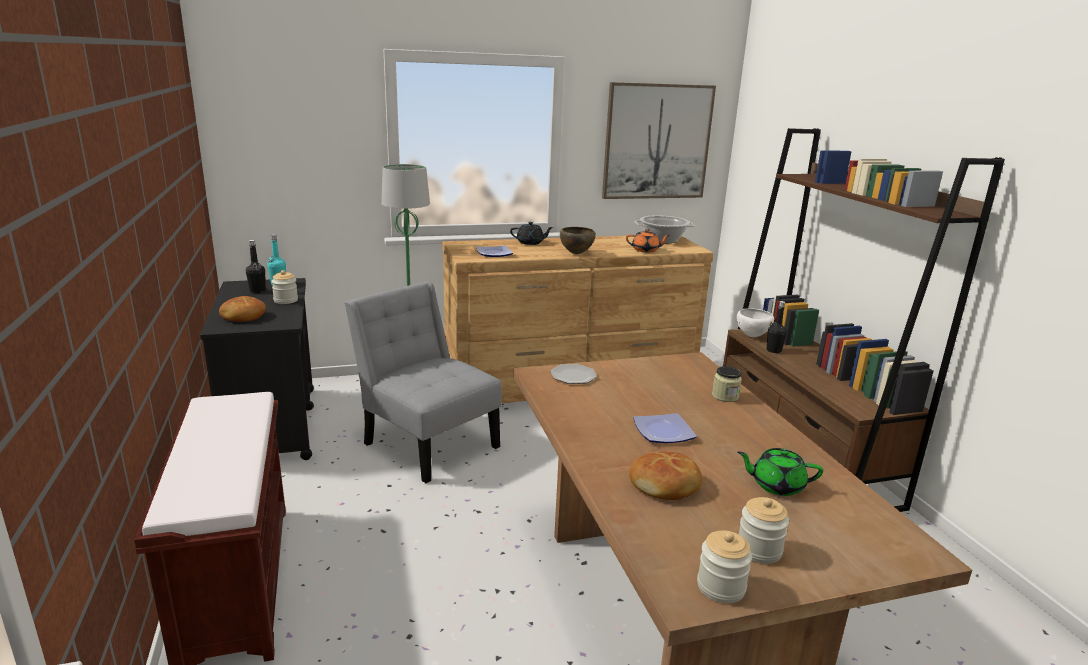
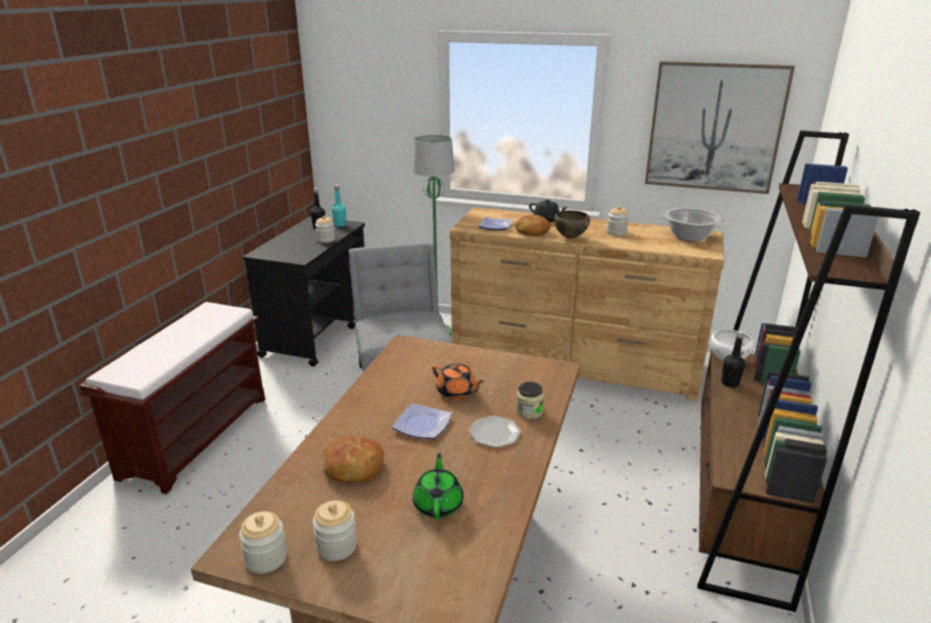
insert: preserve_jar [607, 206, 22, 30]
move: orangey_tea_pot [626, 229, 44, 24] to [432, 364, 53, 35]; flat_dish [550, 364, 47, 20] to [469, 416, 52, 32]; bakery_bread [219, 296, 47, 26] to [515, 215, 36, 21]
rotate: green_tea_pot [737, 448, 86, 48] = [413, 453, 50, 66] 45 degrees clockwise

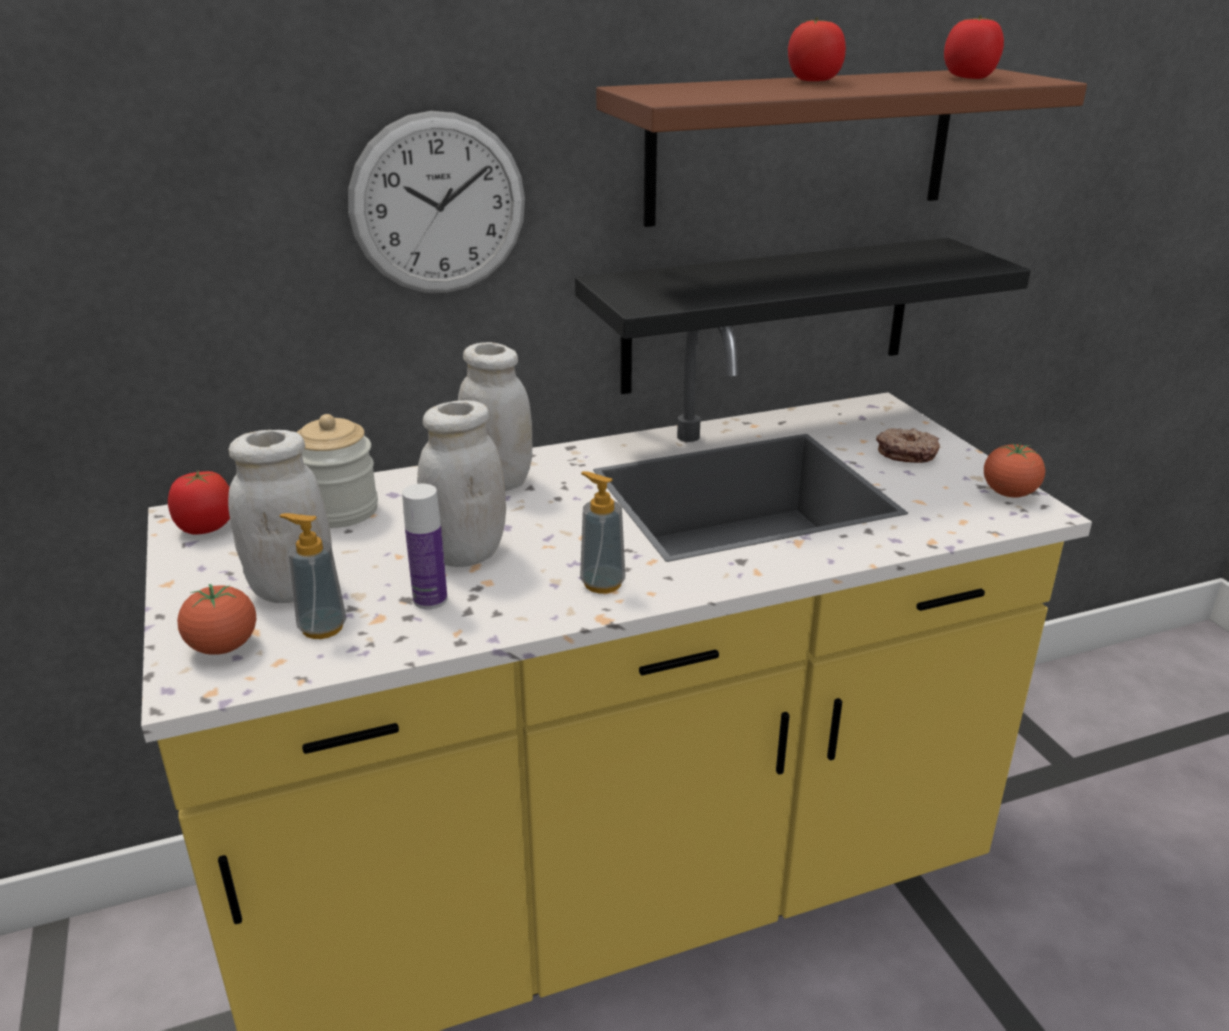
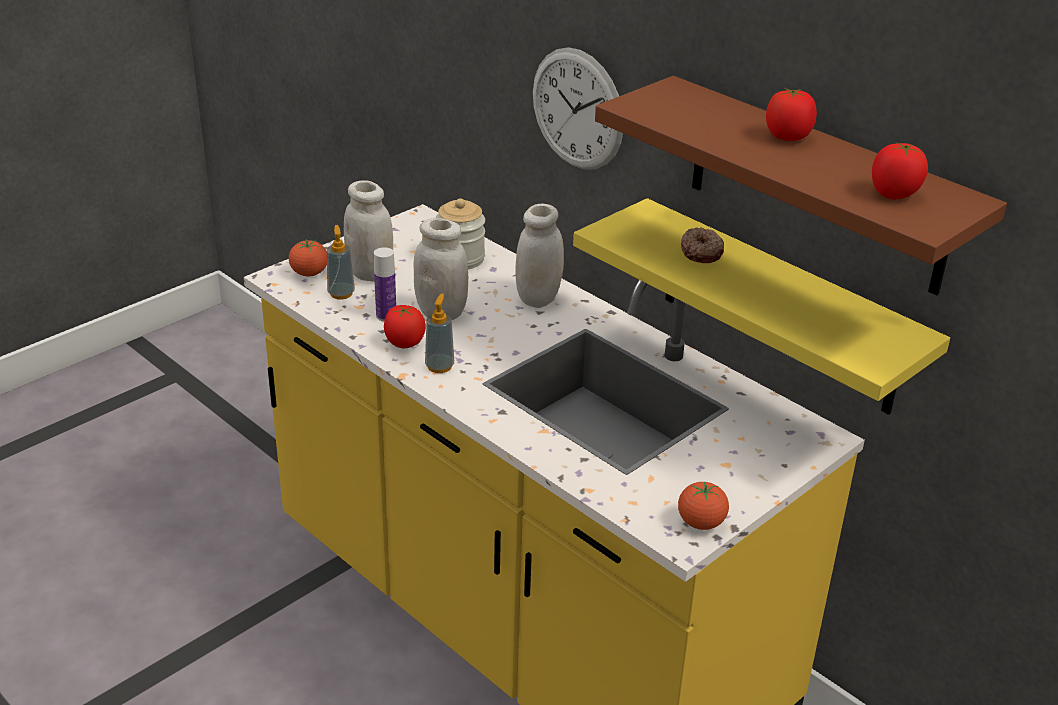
move: fresh_tomato [168, 471, 62, 64] to [384, 305, 42, 43]; donut [876, 428, 64, 35] to [681, 227, 43, 36]
recolor: black_wall_shelf [575, 238, 456, 156] to yellowish_wall_shelf [573, 198, 377, 217]

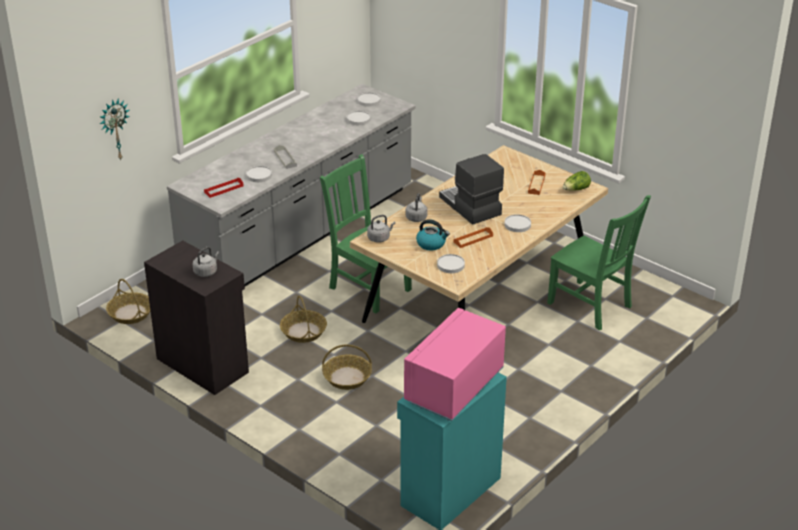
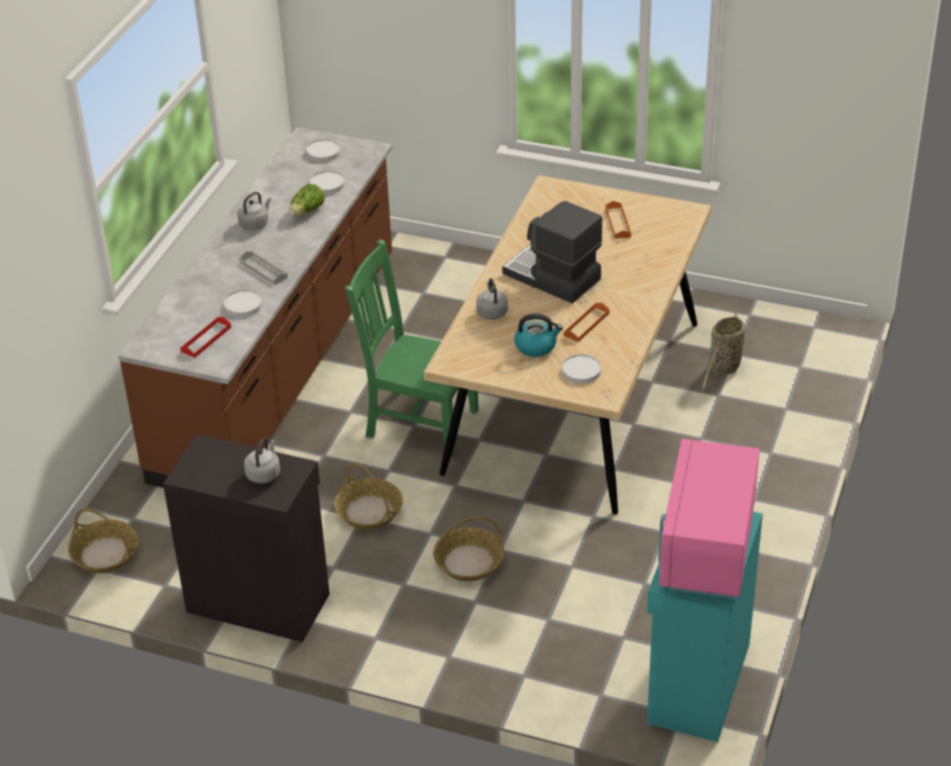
delete: wall_clock [100, 98, 29, 62]; whitish_flat_dish [504, 214, 27, 18]
move: gray_water_kettle [367, 215, 28, 28] to [238, 192, 33, 38]; lettuce [563, 171, 28, 20] to [289, 184, 36, 32]
replace: green_upright_chair [547, 195, 104, 135] to basket [702, 312, 43, 82]
recolor: gray_kitchen_counter [167, 84, 249, 202] to brownish_kitchen_counter [118, 127, 274, 361]

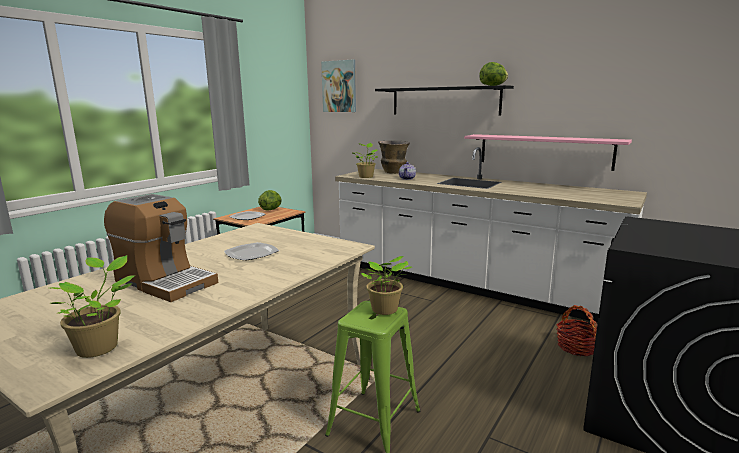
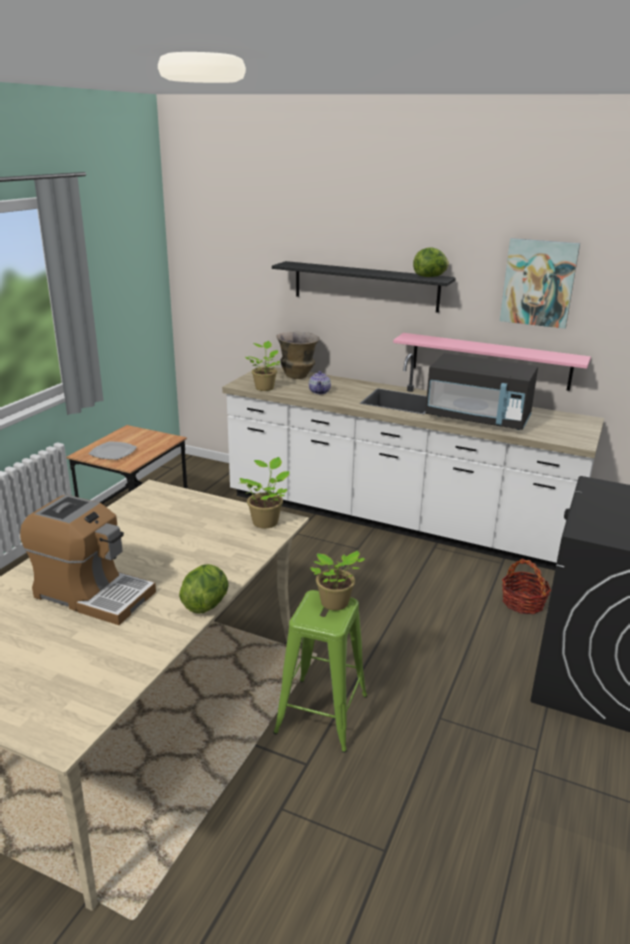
delete: flat_dish [224, 242, 55, 18]
insert: black_microwave [425, 353, 113, 77]
move: lettuce [258, 190, 24, 20] to [179, 564, 50, 50]; potted_plant [50, 255, 85, 103] to [240, 457, 50, 72]; picture [321, 59, 35, 53] to [500, 238, 80, 91]

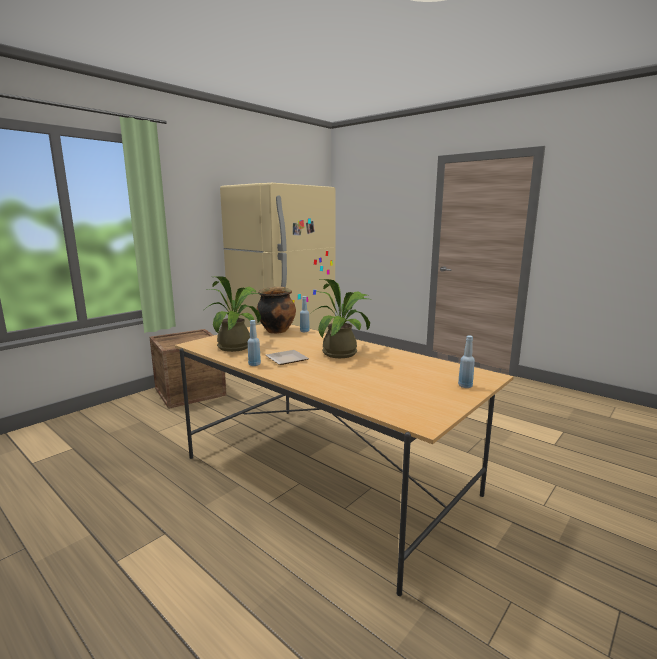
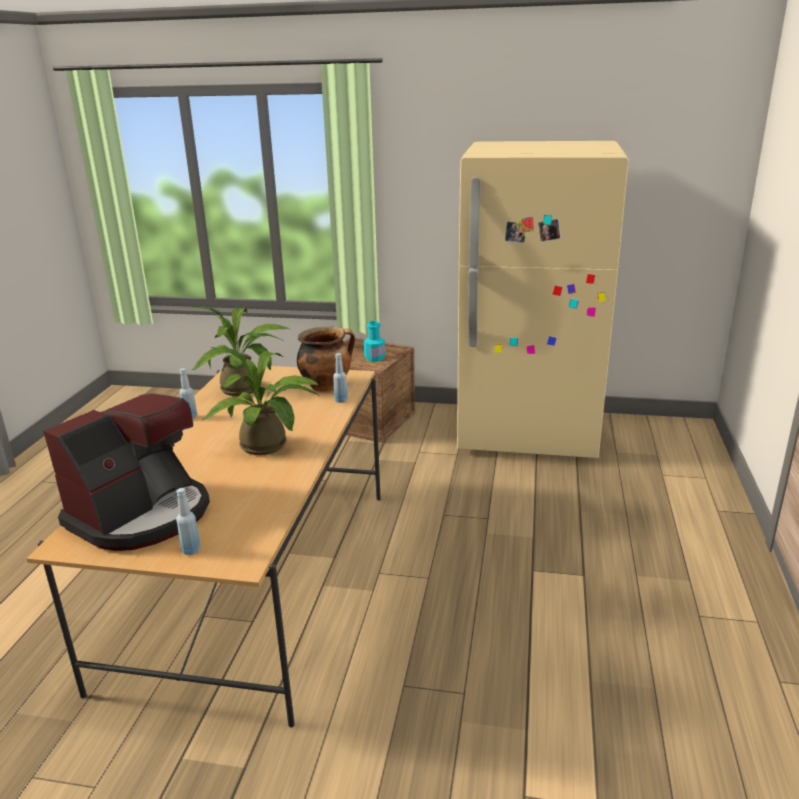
delete: flat_dish [266, 350, 43, 15]
insert: coffee_brewer [43, 393, 167, 158]; turquoise-coloured_beverage_bottle [364, 321, 21, 41]

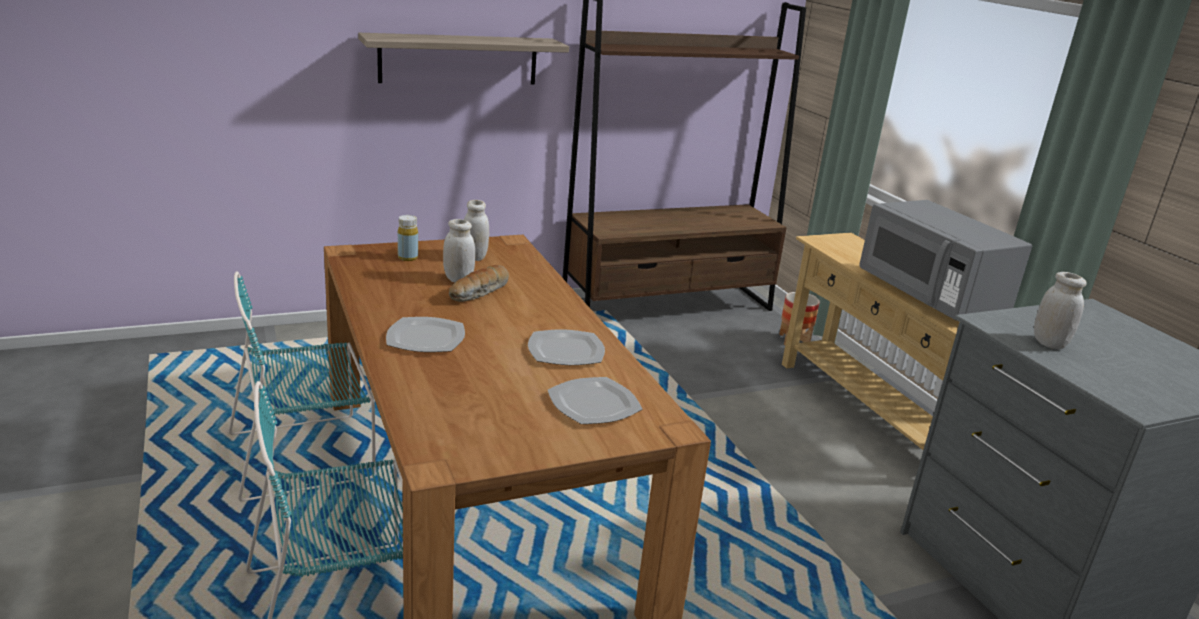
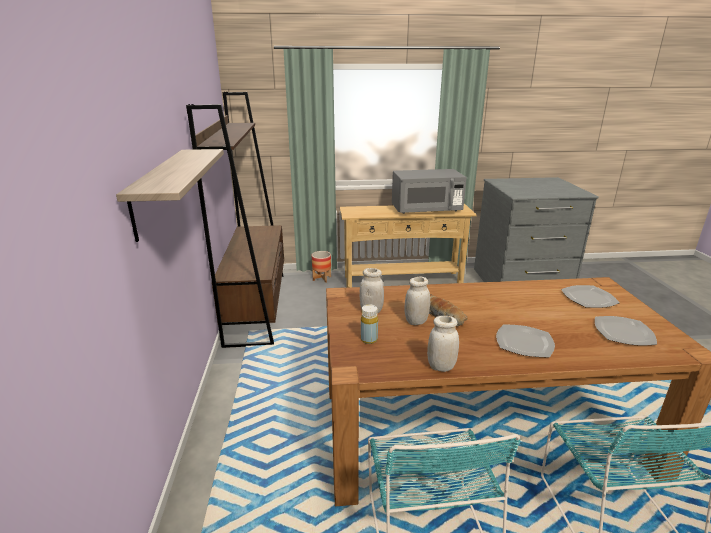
move: whitish_preserve_jar [1034, 272, 53, 77] to [427, 316, 32, 56]; flat_dish [528, 329, 77, 36] to [595, 316, 62, 30]

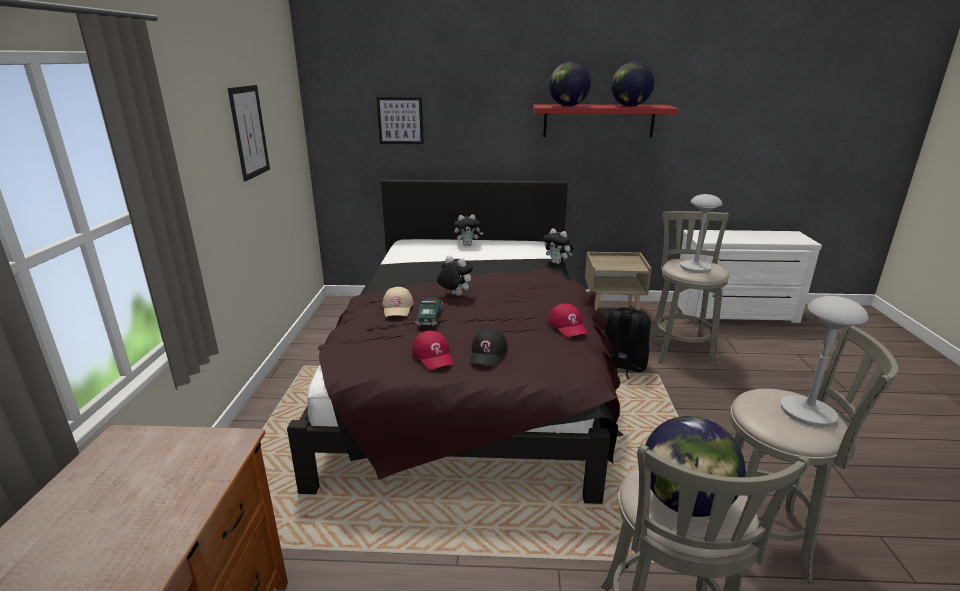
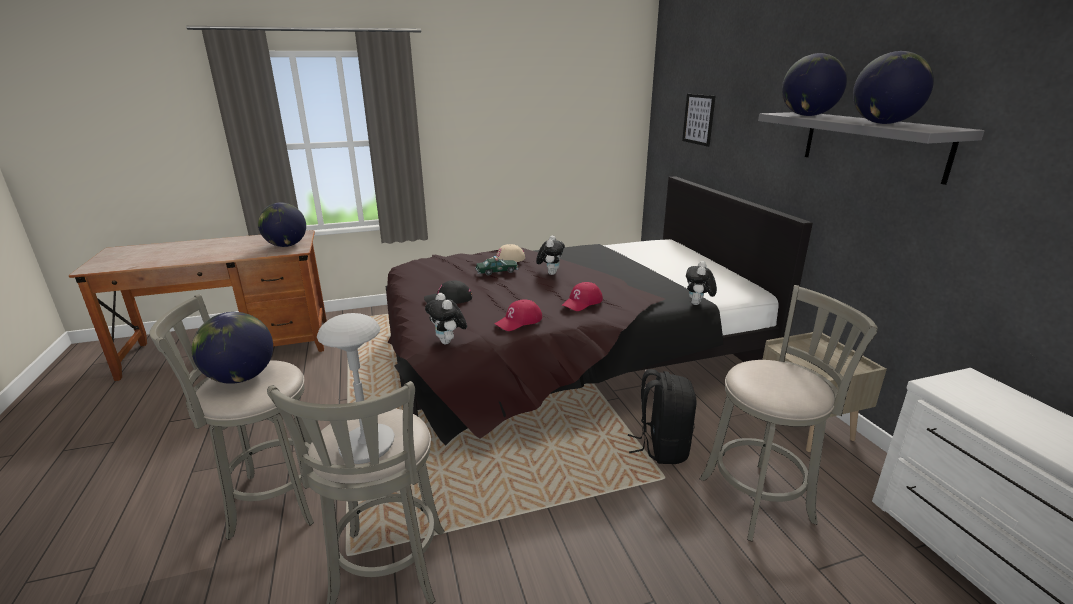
delete: picture [228, 85, 42, 96]; gray_tabletop_lamp [680, 194, 42, 79]
insert: globe [258, 202, 48, 45]
move: plush_toy [454, 215, 29, 31] to [425, 293, 42, 51]; red-coloured_baseball_cap [412, 331, 41, 39] to [561, 282, 42, 29]
recolor: red-coloured_wall_shelf [533, 104, 146, 34] to gray_wall_shelf [758, 112, 227, 73]

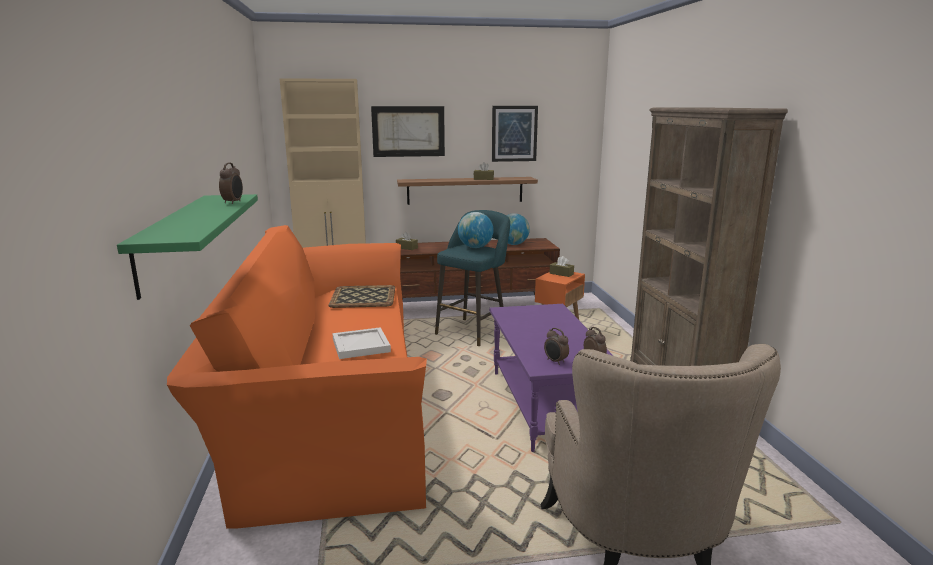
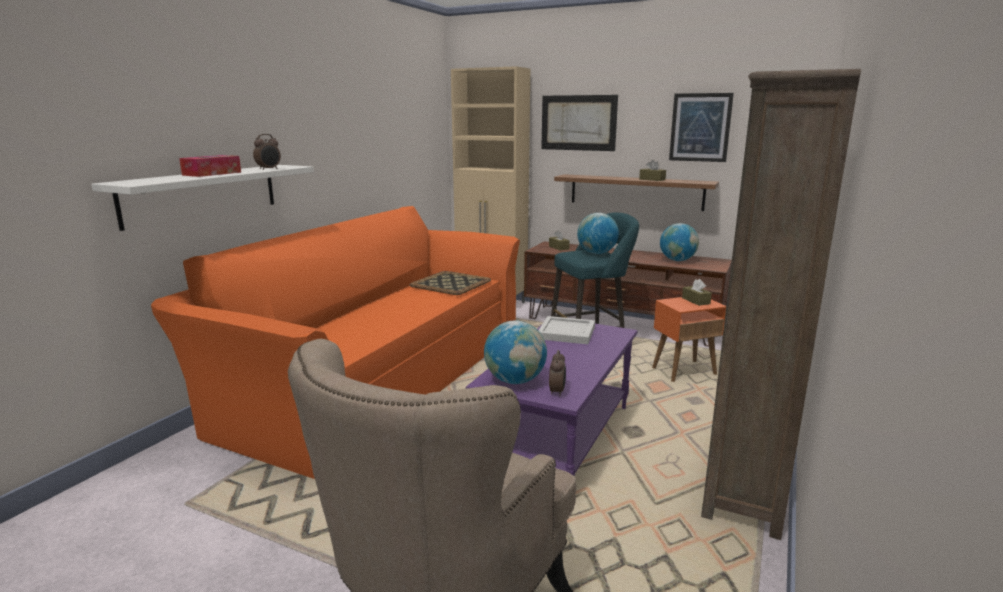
insert: tissue_box [179, 155, 62, 22]
move: whitish_serving_tray [332, 327, 59, 32] to [538, 316, 57, 28]
replace: bedside_clock [544, 328, 25, 37] to globe [484, 320, 63, 64]
recolor: green_wall_shelf [117, 194, 141, 106] to whitish_wall_shelf [91, 165, 223, 66]

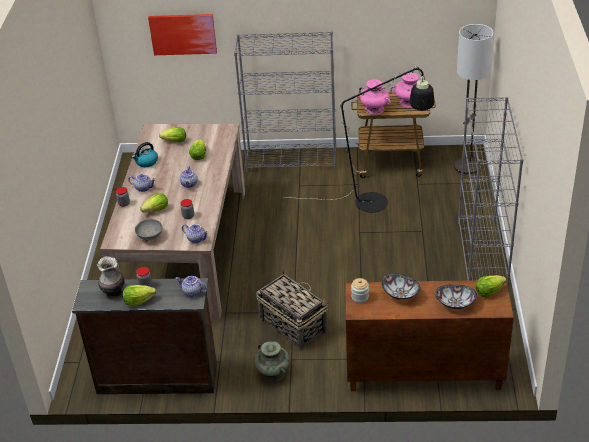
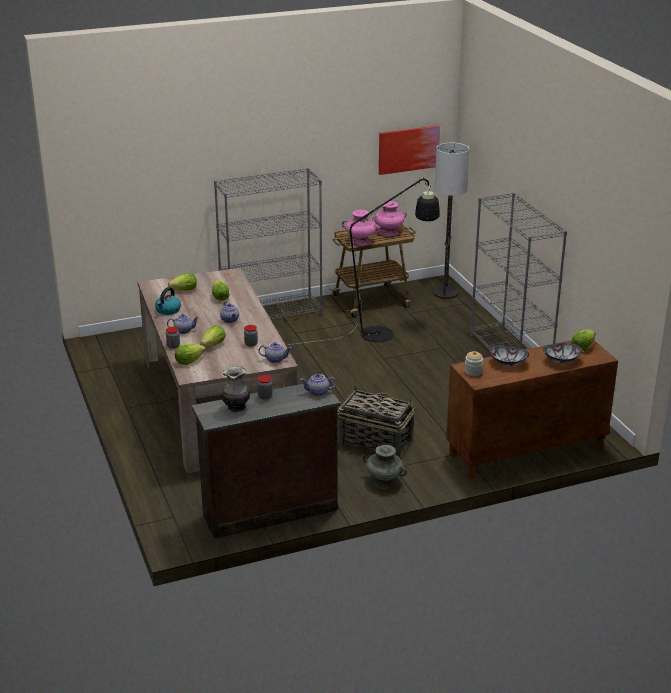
delete: gray_bowl [135, 219, 27, 23]
move: lettuce [123, 285, 33, 21] to [175, 344, 30, 21]; picture [148, 14, 69, 41] to [379, 125, 61, 50]

